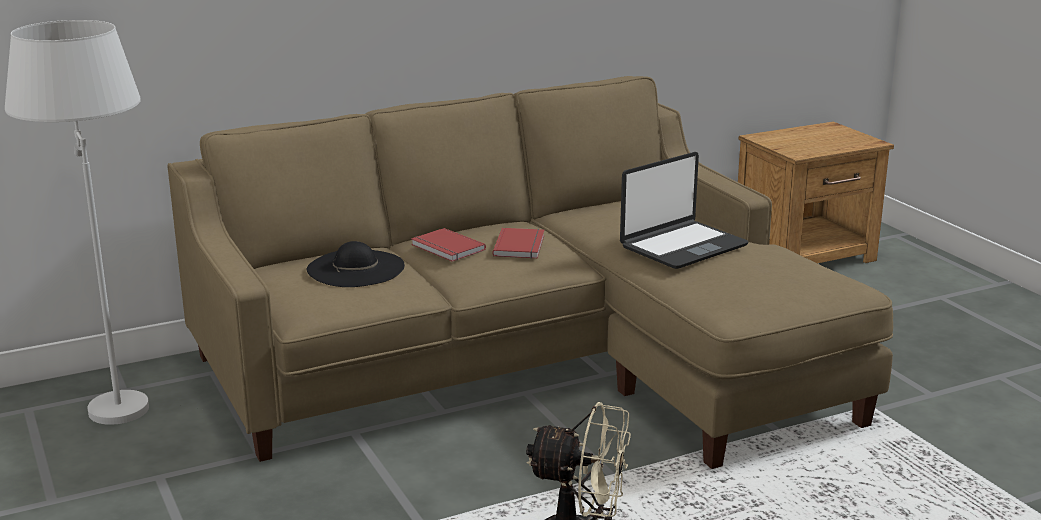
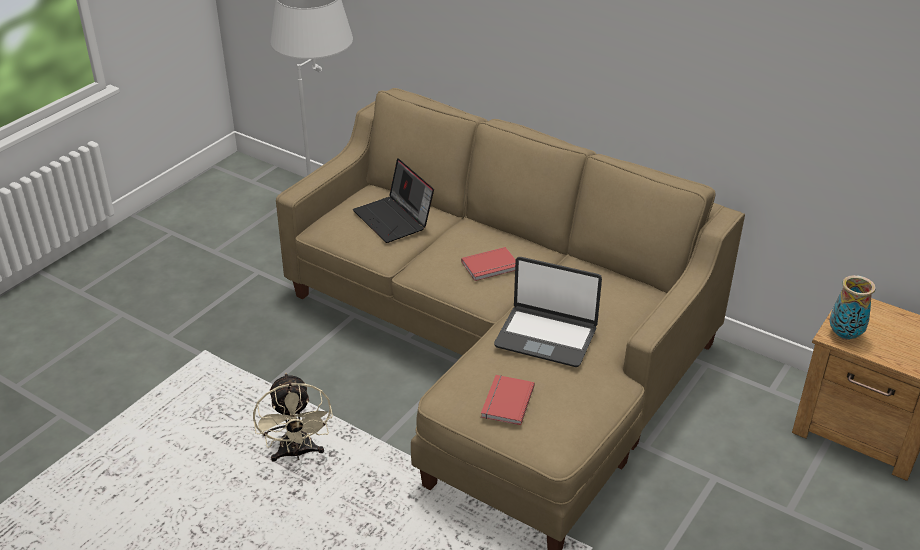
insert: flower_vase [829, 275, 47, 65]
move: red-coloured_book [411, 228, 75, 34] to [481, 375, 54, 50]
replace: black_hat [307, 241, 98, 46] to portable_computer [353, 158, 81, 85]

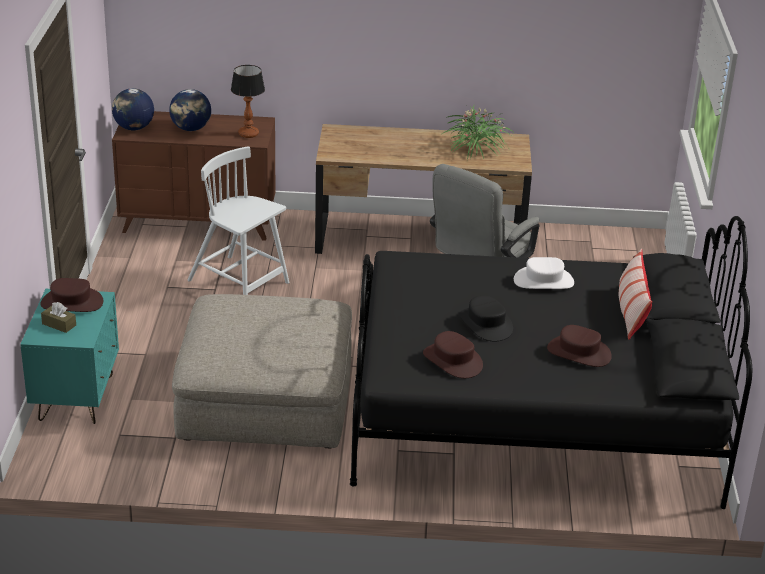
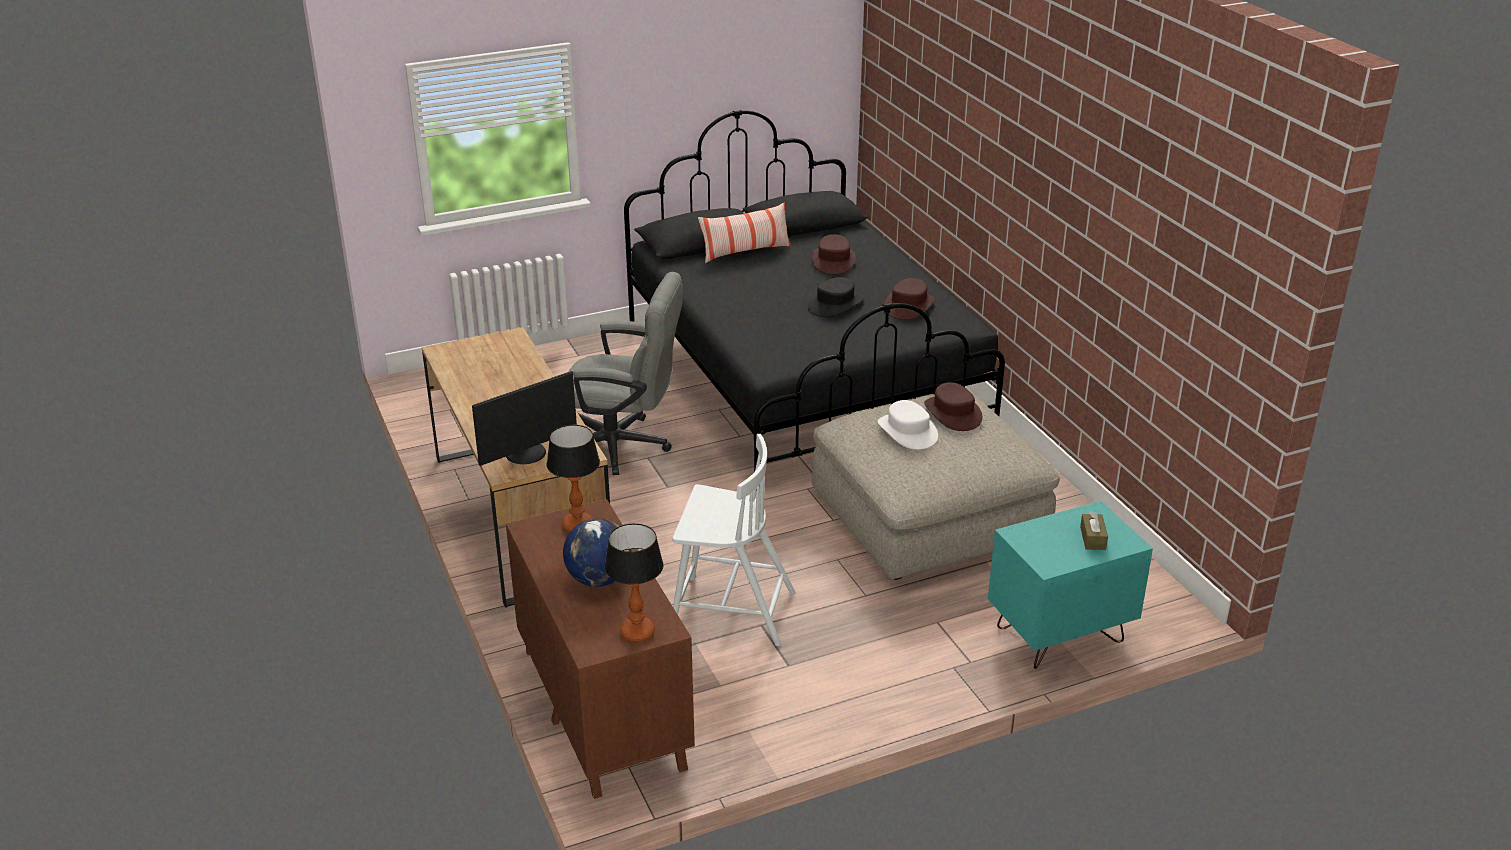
delete: potted_plant [442, 106, 71, 54]
insert: computer_screen [472, 371, 105, 95]
move: whitish_hat [514, 257, 60, 32] to [878, 400, 60, 50]; brownish_hat [40, 278, 63, 34] to [924, 382, 59, 49]
replace: globe [112, 88, 42, 42] to tabletop_lamp [605, 523, 58, 119]
rotate: whitish_upright_chair [187, 146, 102, 149] = [672, 434, 124, 212] 90 degrees counterclockwise

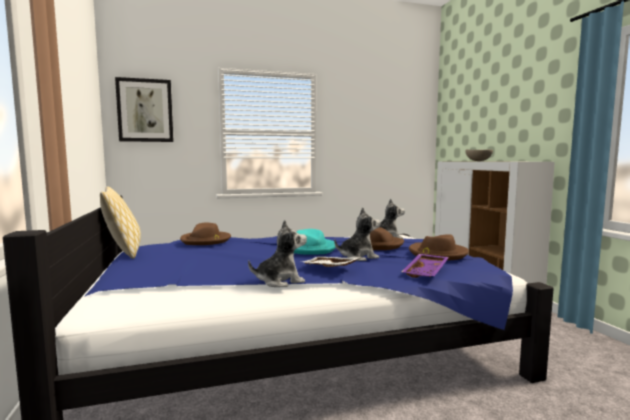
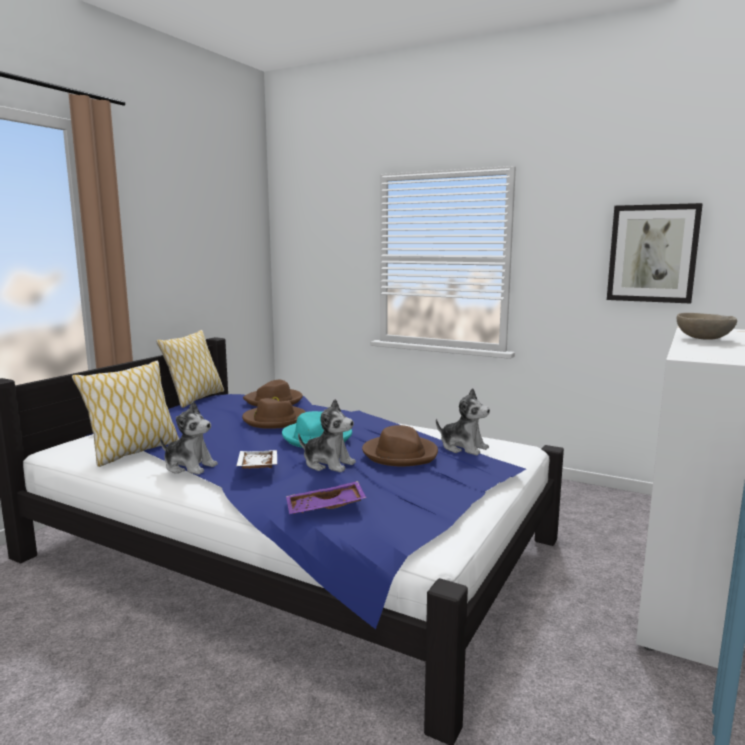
insert: throw_pillow [72, 361, 107, 106]
move: brownish_hat [409, 235, 60, 25] to [242, 398, 64, 31]; picture [115, 77, 59, 65] to [607, 203, 96, 101]

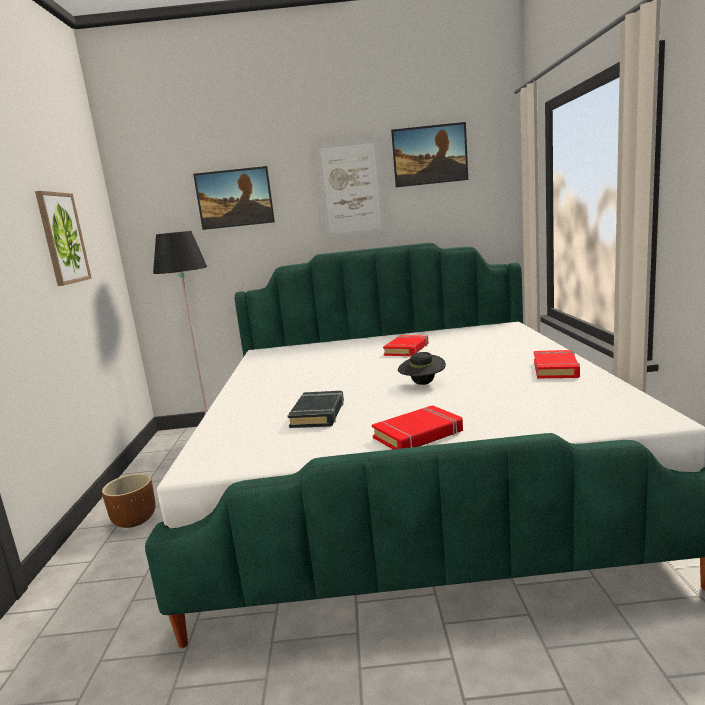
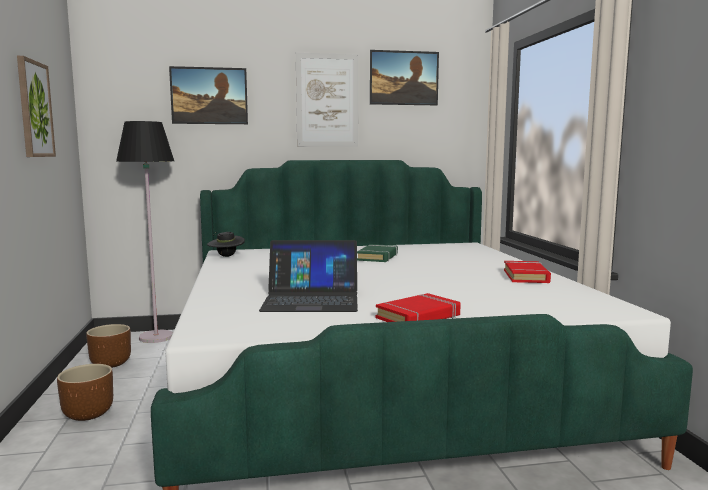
insert: brownish_plant_pot [86, 324, 45, 44]
move: black_hat [398, 352, 48, 33] to [207, 232, 38, 25]
replace: black_book [288, 391, 56, 37] to portable_computer [259, 240, 99, 72]
recolor: red-coloured_book [383, 335, 46, 21] to green_book [357, 244, 41, 18]

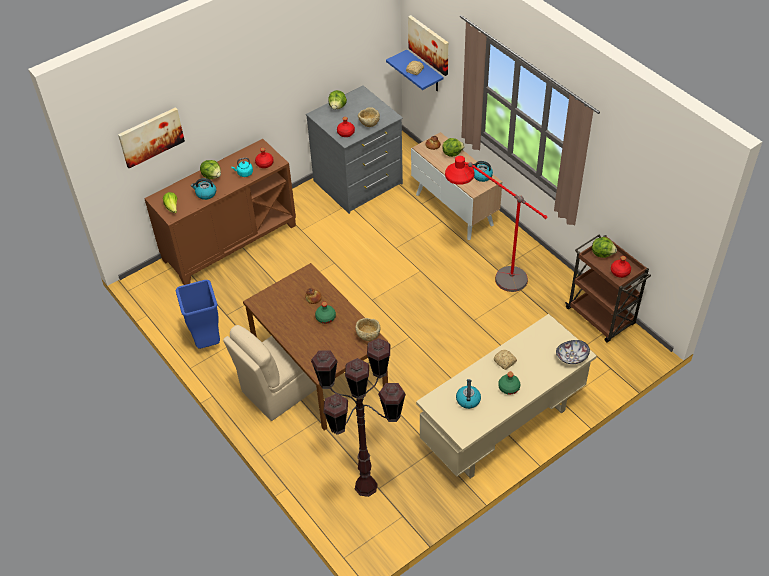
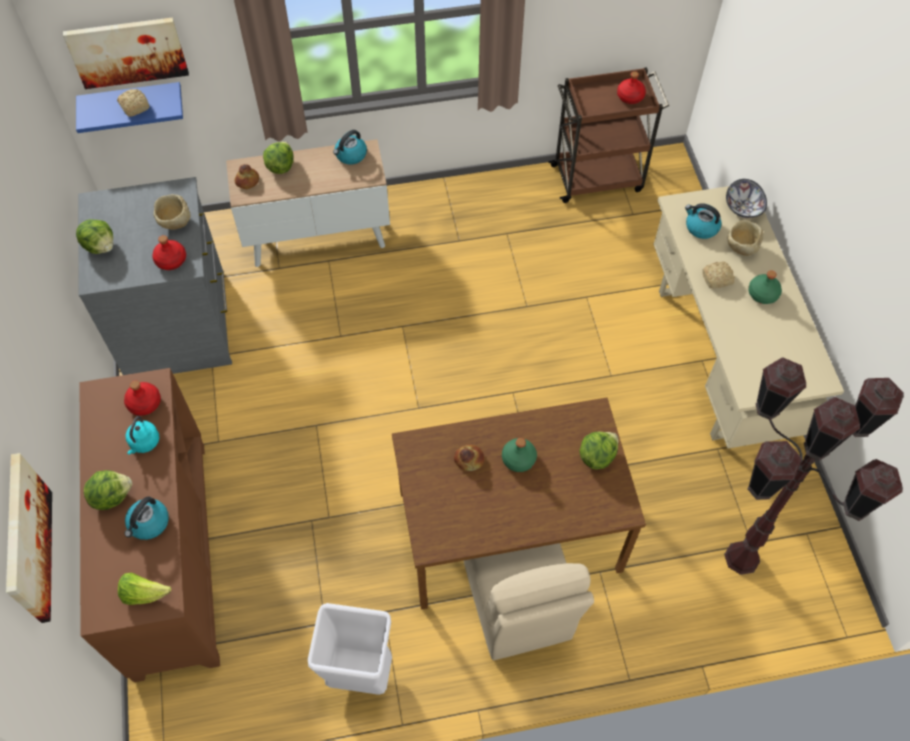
delete: red-coloured_floor_lamp [445, 156, 103, 136]
move: lettuce [592, 237, 25, 21] to [579, 432, 40, 38]; water_kettle [456, 379, 25, 30] to [685, 203, 36, 36]; beige-coloured_bowl [355, 318, 25, 23] to [727, 220, 36, 36]
recolor: blue_waste_bin [175, 280, 45, 69] to whitish_waste_bin [308, 603, 84, 92]

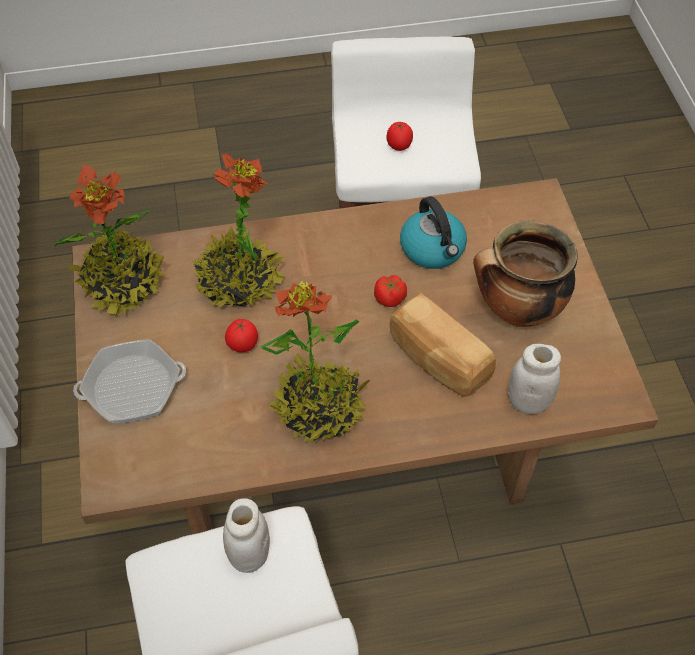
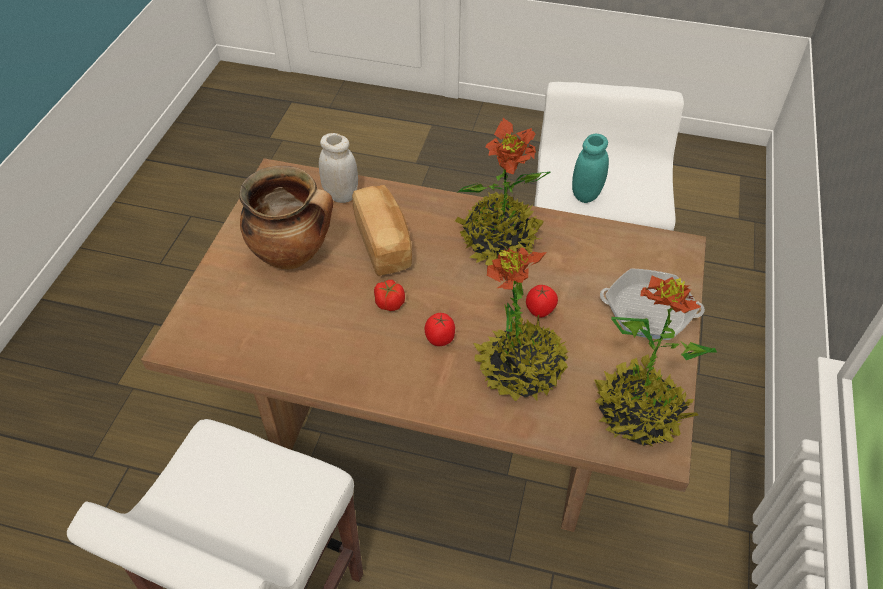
delete: water_kettle [400, 196, 67, 73]
move: fresh_tomato [386, 122, 27, 29] to [424, 313, 31, 33]
recolor: whitish_preserve_jar [223, 498, 47, 75] to turquoise-coloured_preserve_jar [572, 134, 37, 69]

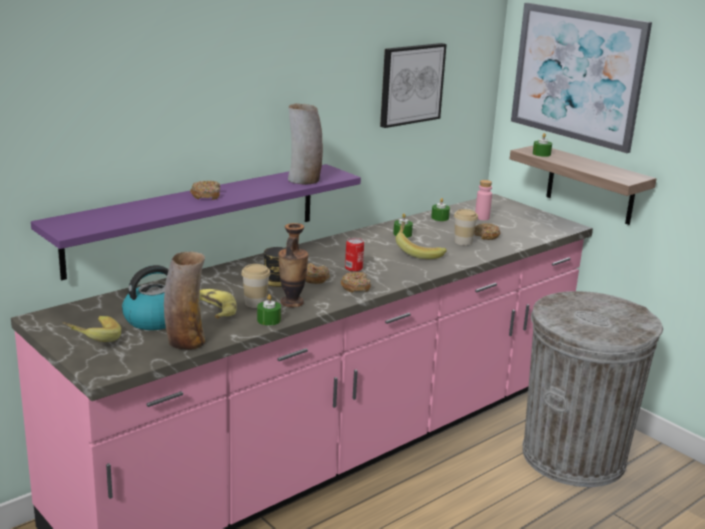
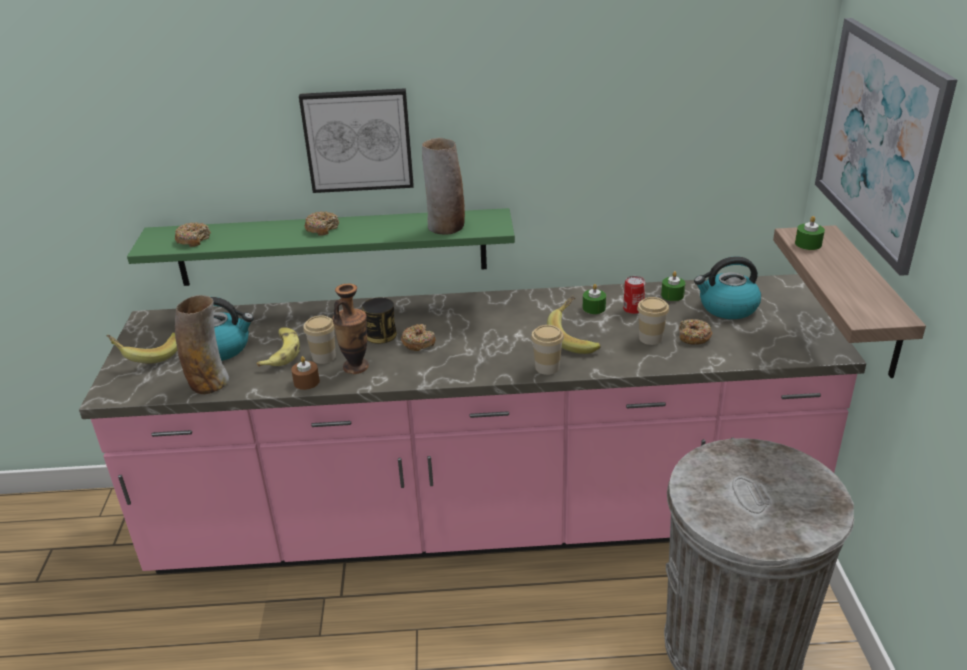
insert: small_cup [531, 325, 33, 50]
move: donut [341, 272, 30, 21] to [175, 222, 36, 25]; picture [380, 43, 67, 85] to [299, 88, 115, 105]; sealed_can [345, 238, 19, 34] to [623, 276, 22, 38]
replace: pink_beverage_bottle [475, 180, 17, 40] to water_kettle [694, 257, 67, 62]
recolor: purple-coloured_wall_shelf [31, 164, 330, 116] to green_wall_shelf [127, 208, 388, 78]; green_wax_candle [257, 294, 24, 32] to brownish_wax_candle [291, 356, 29, 34]

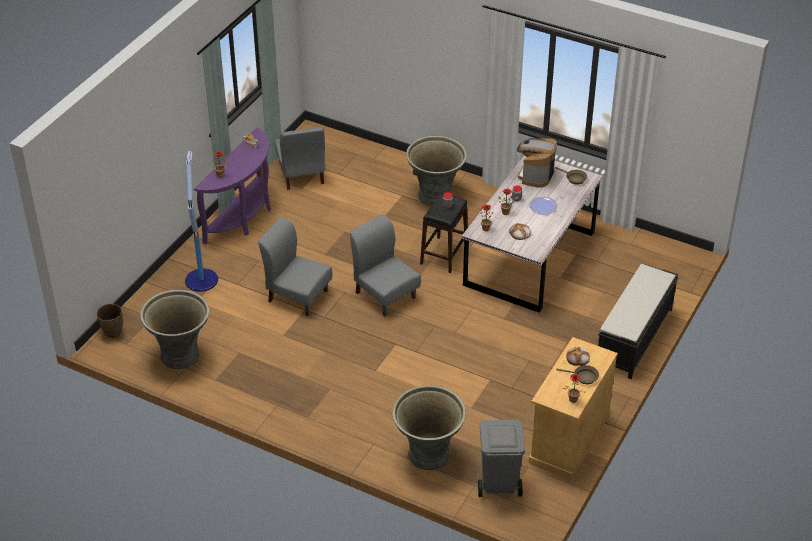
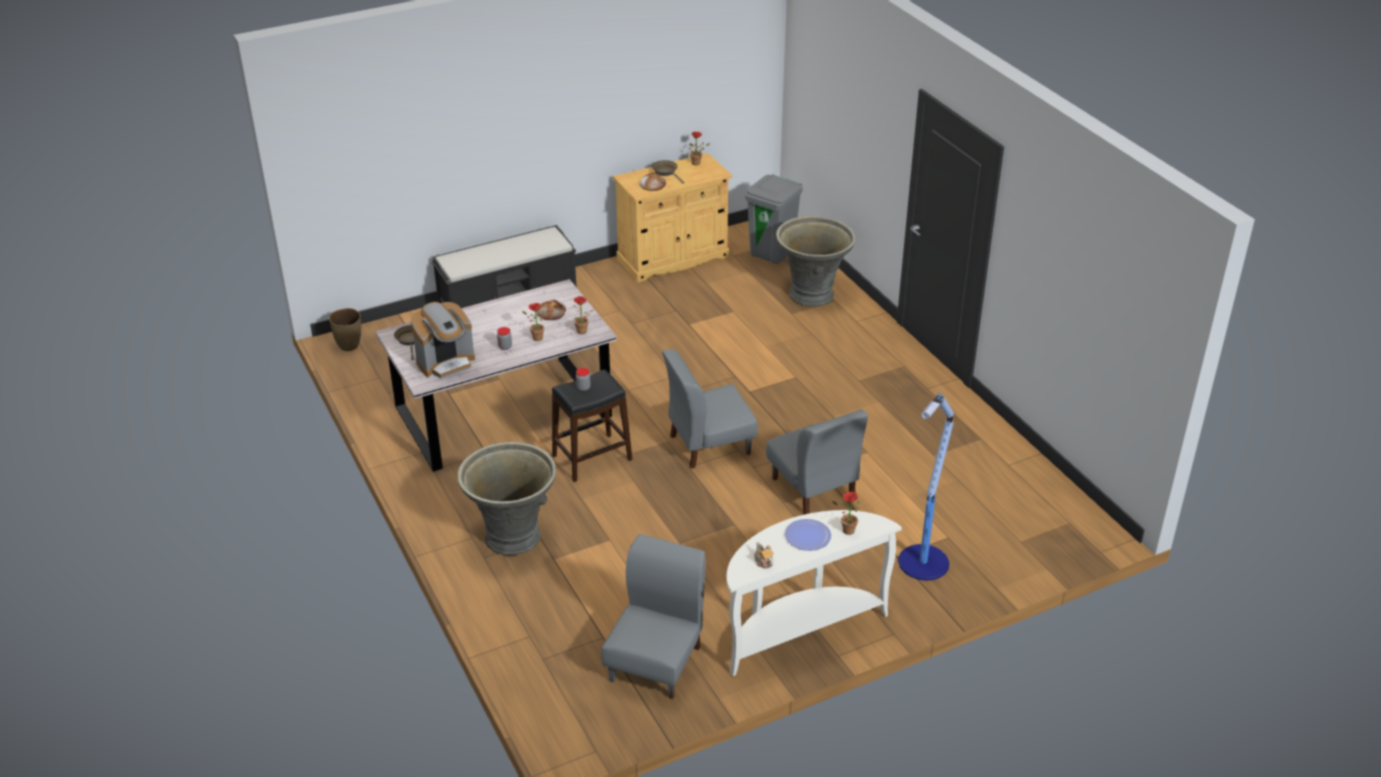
delete: gray_plant_pot [140, 290, 69, 79]
move: brownish_flower_vase [96, 304, 27, 34] to [329, 308, 32, 43]; flat_dish [529, 197, 29, 18] to [785, 519, 46, 32]
recolor: purple-coloured_console_table [194, 127, 77, 117] to whitish_console_table [727, 510, 175, 166]
rotate: gray_upright_chair [350, 214, 71, 103] = [662, 350, 96, 119] 75 degrees clockwise

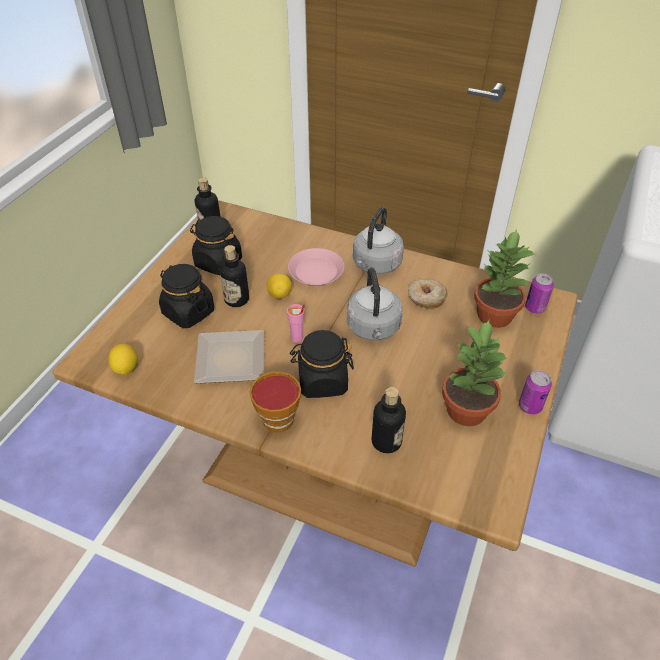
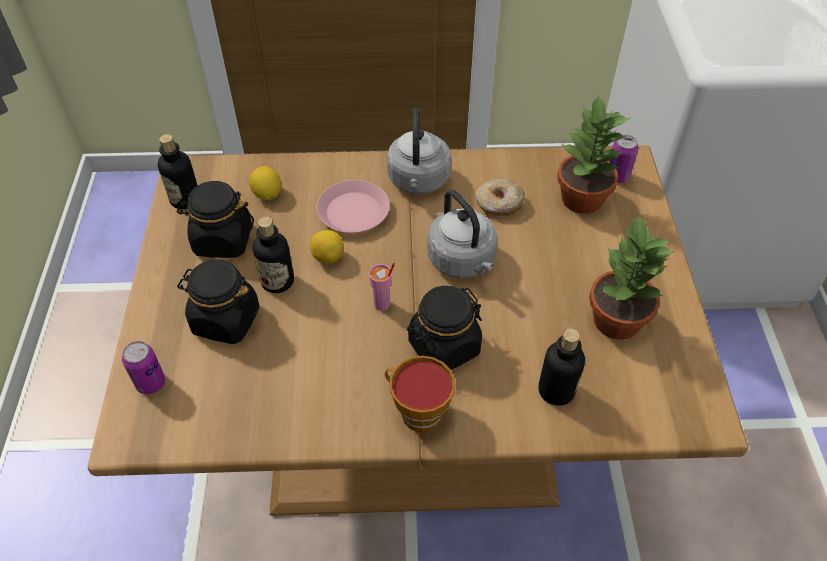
delete: flat_dish [194, 330, 70, 54]
move: sealed_can [519, 370, 33, 45] to [122, 341, 43, 53]; lemon [108, 344, 30, 31] to [249, 166, 32, 34]

